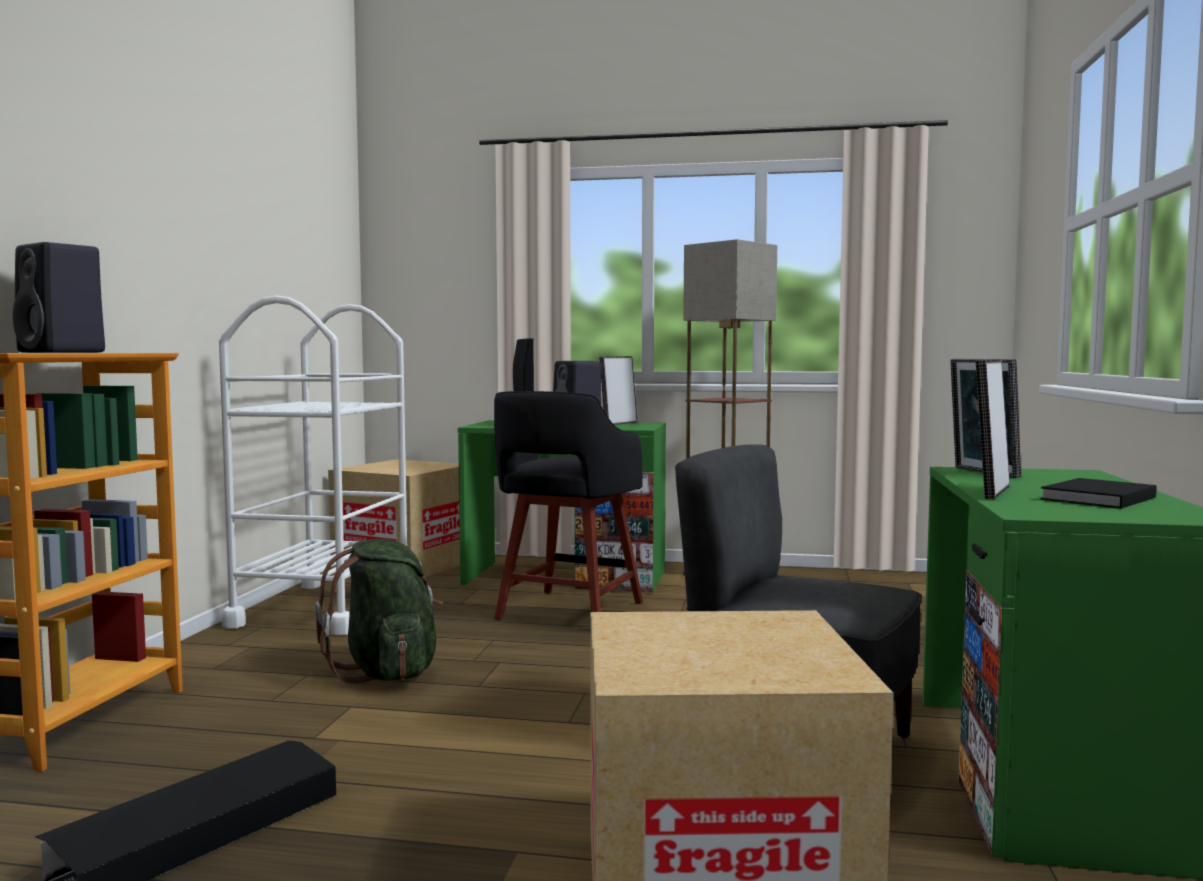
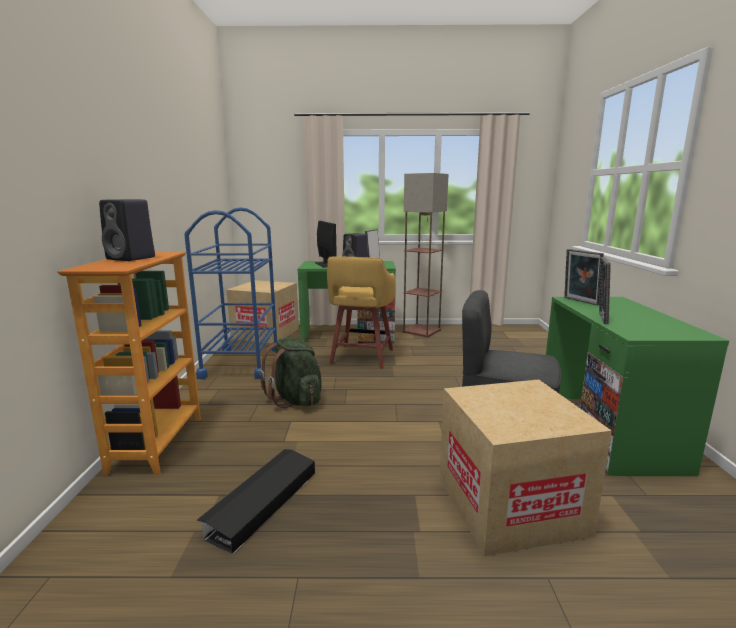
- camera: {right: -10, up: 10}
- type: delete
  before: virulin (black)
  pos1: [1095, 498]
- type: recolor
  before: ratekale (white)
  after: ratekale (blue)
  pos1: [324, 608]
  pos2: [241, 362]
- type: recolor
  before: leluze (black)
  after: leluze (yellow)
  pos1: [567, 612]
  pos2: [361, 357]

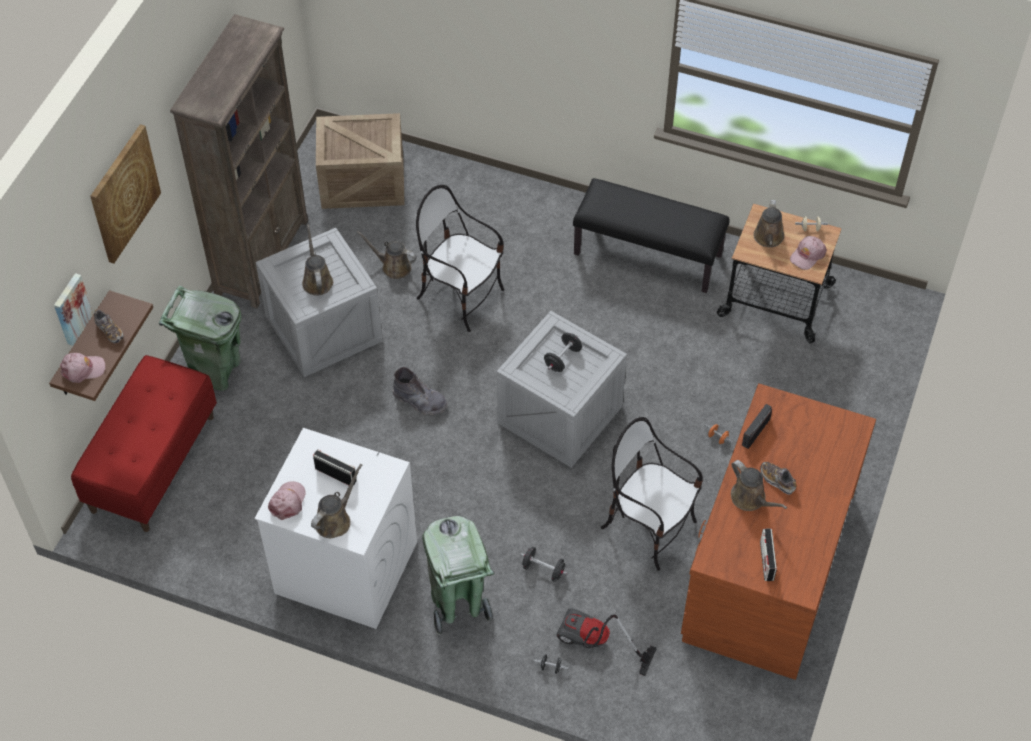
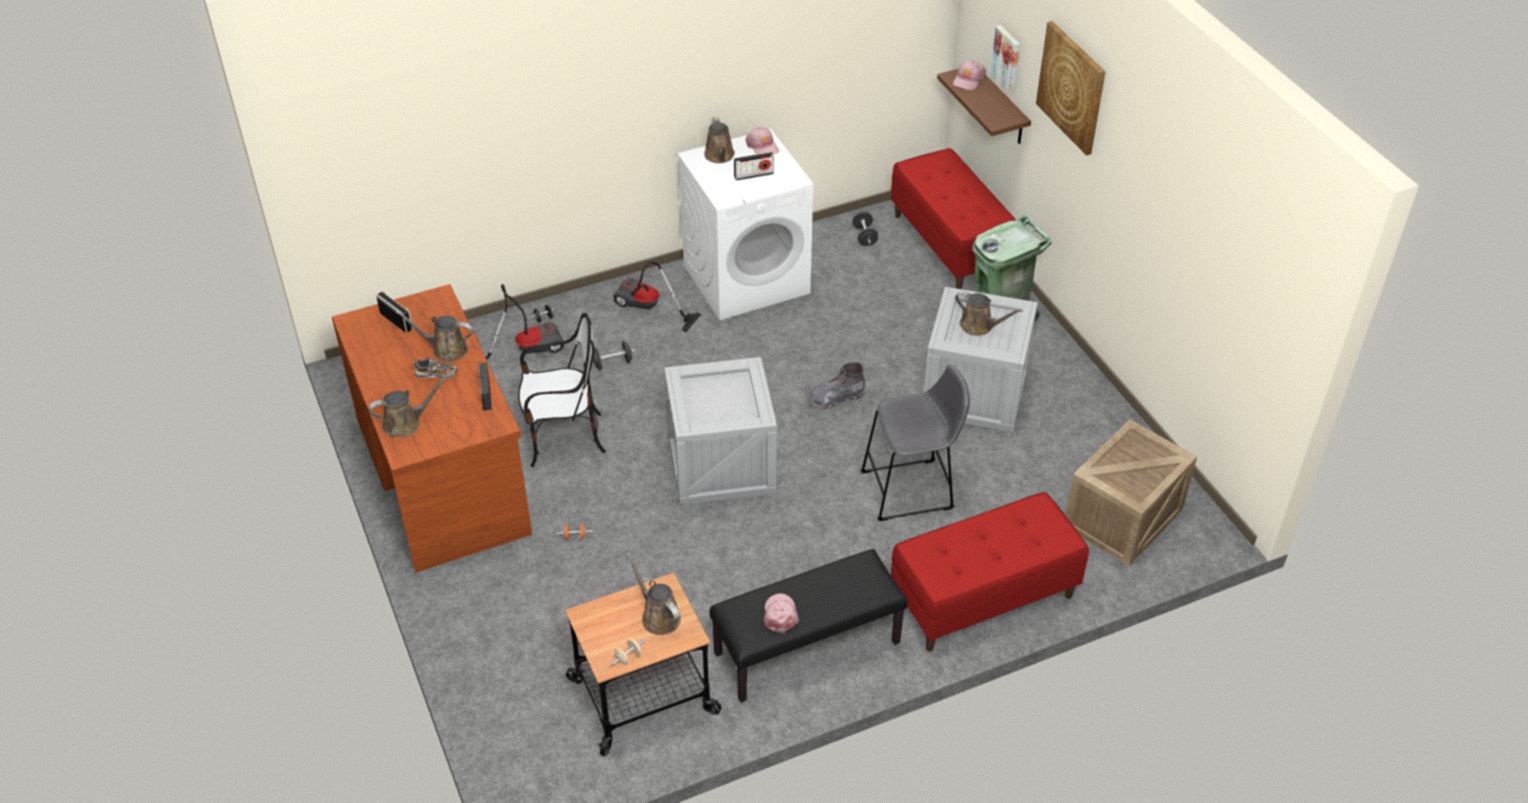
- camera: {right: 135, up: -10}
- type: delete
  before: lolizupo
  pos1: [109, 331]
- type: delete
  before: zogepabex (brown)
  pos1: [262, 256]
- type: insert
  after: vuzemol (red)
  pos2: [983, 598]
- type: move
  before: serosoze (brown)
  pos1: [393, 266]
  pos2: [405, 423]
- type: move
  before: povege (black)
  pos1: [562, 359]
  pos2: [864, 237]
- type: move
  before: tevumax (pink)
  pos1: [807, 255]
  pos2: [780, 615]
- type: replace
  before: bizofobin
  after: leluze (grey)
  pos1: [460, 296]
  pos2: [912, 490]
- type: replace
  before: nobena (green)
  after: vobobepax
  pos1: [458, 604]
  pos2: [647, 309]

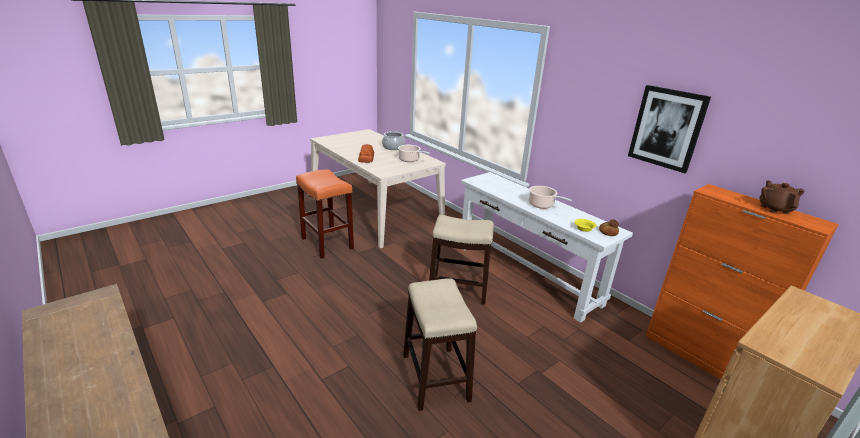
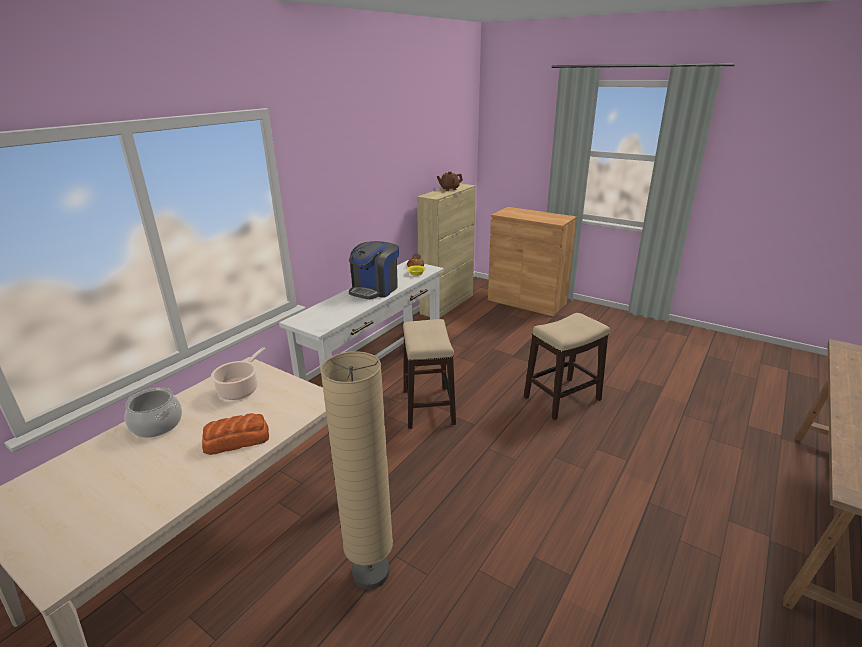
- camera: {right: -105, up: 0}
- type: delete
  before: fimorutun
  pos1: [667, 128]
- type: replace
  before: leluze (orange)
  after: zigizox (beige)
  pos1: [326, 243]
  pos2: [371, 573]
- type: replace
  before: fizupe
  after: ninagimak
  pos1: [542, 205]
  pos2: [375, 289]
- type: recolor
  before: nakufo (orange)
  after: nakufo (beige)
  pos1: [699, 357]
  pos2: [447, 304]

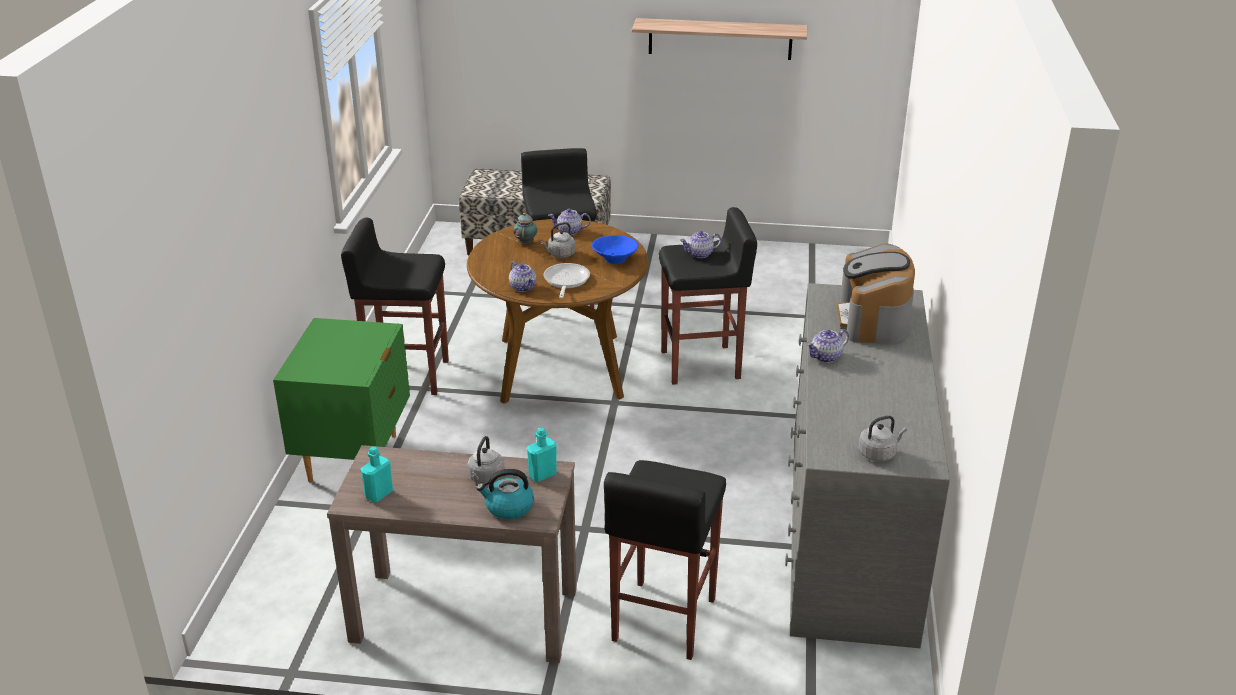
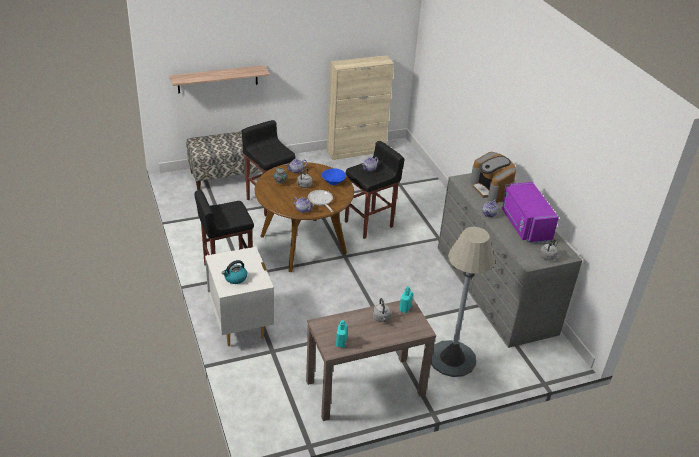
- camera: {right: -30, up: 5}
- type: insert
  after: nakufo (beige)
  pos2: [356, 151]
- type: insert
  after: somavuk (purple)
  pos2: [524, 225]
- type: move
  before: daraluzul
  pos1: [508, 507]
  pos2: [235, 278]
- type: move
  before: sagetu
  pos1: [720, 39]
  pos2: [218, 79]
- type: replace
  before: leluze (black)
  after: zigizox (grey)
  pos1: [662, 620]
  pos2: [452, 359]
- type: recolor
  before: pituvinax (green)
  after: pituvinax (white)
  pos1: [354, 458]
  pos2: [240, 325]

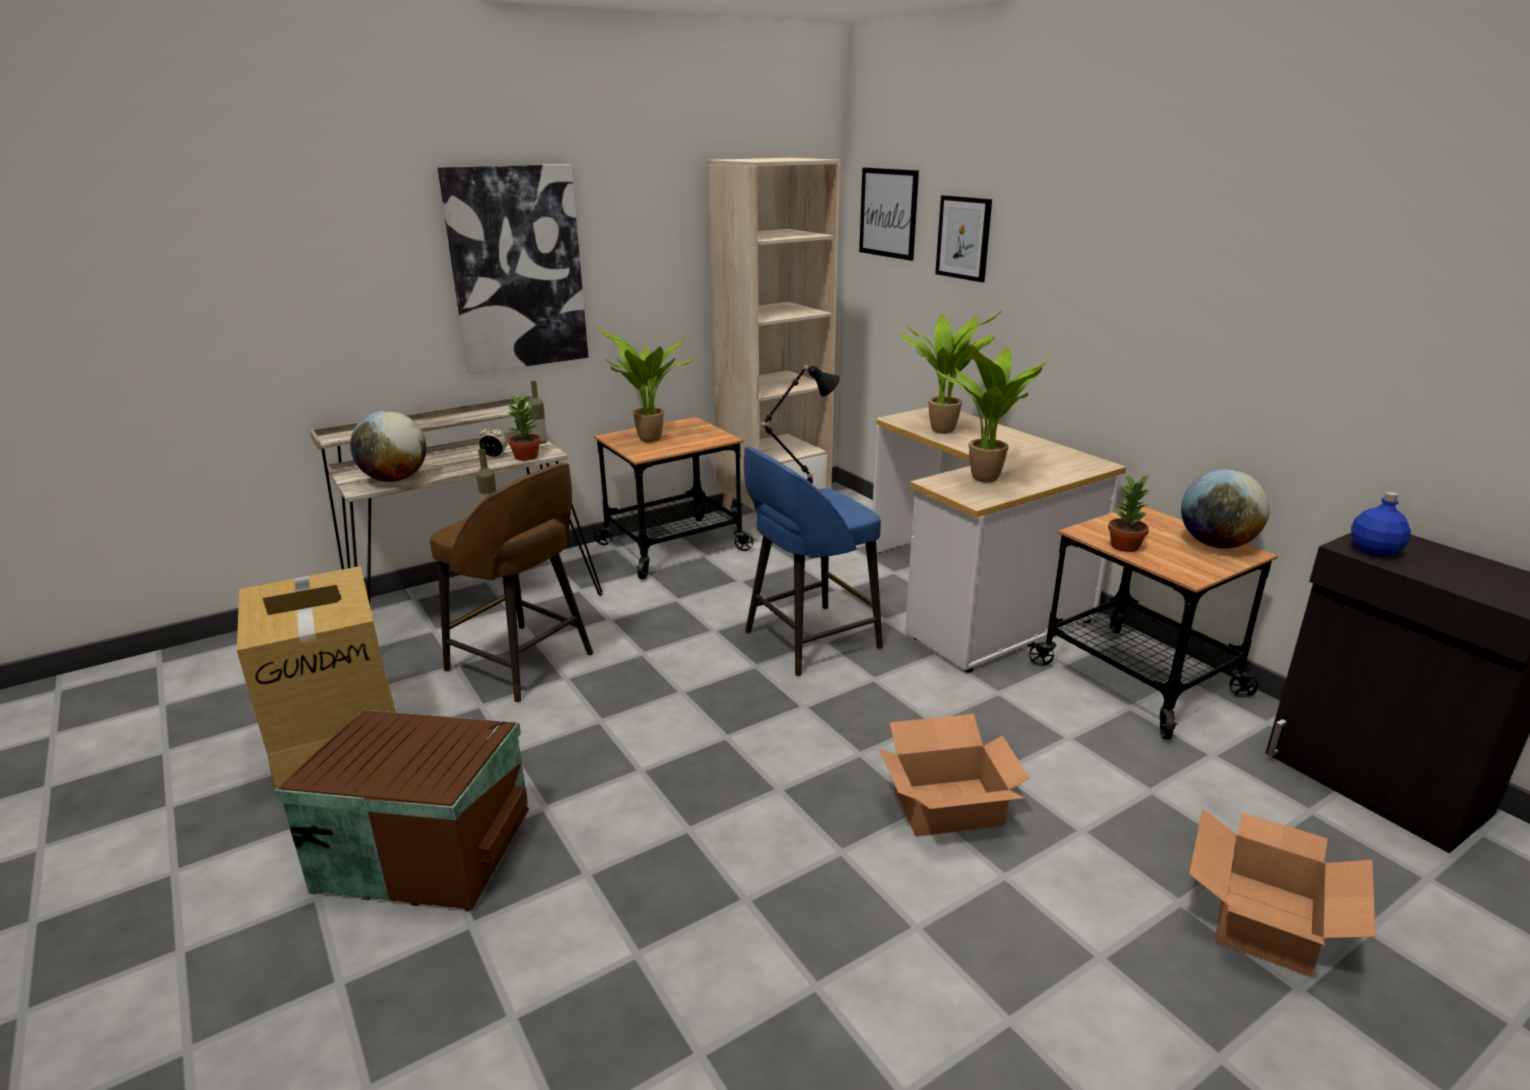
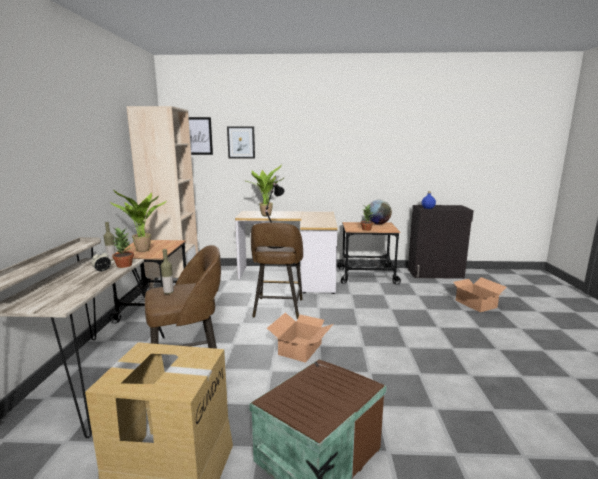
- camera: {right: -55, up: -10}
- type: delete
  before: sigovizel
  pos1: [395, 479]
- type: delete
  before: fimorutun
  pos1: [517, 269]
- type: delete
  before: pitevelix
  pos1: [988, 480]
- type: move
  before: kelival
  pos1: [946, 806]
  pos2: [299, 349]
- type: recolor
  before: leluze (blue)
  after: leluze (brown)
  pos1: [808, 640]
  pos2: [278, 309]

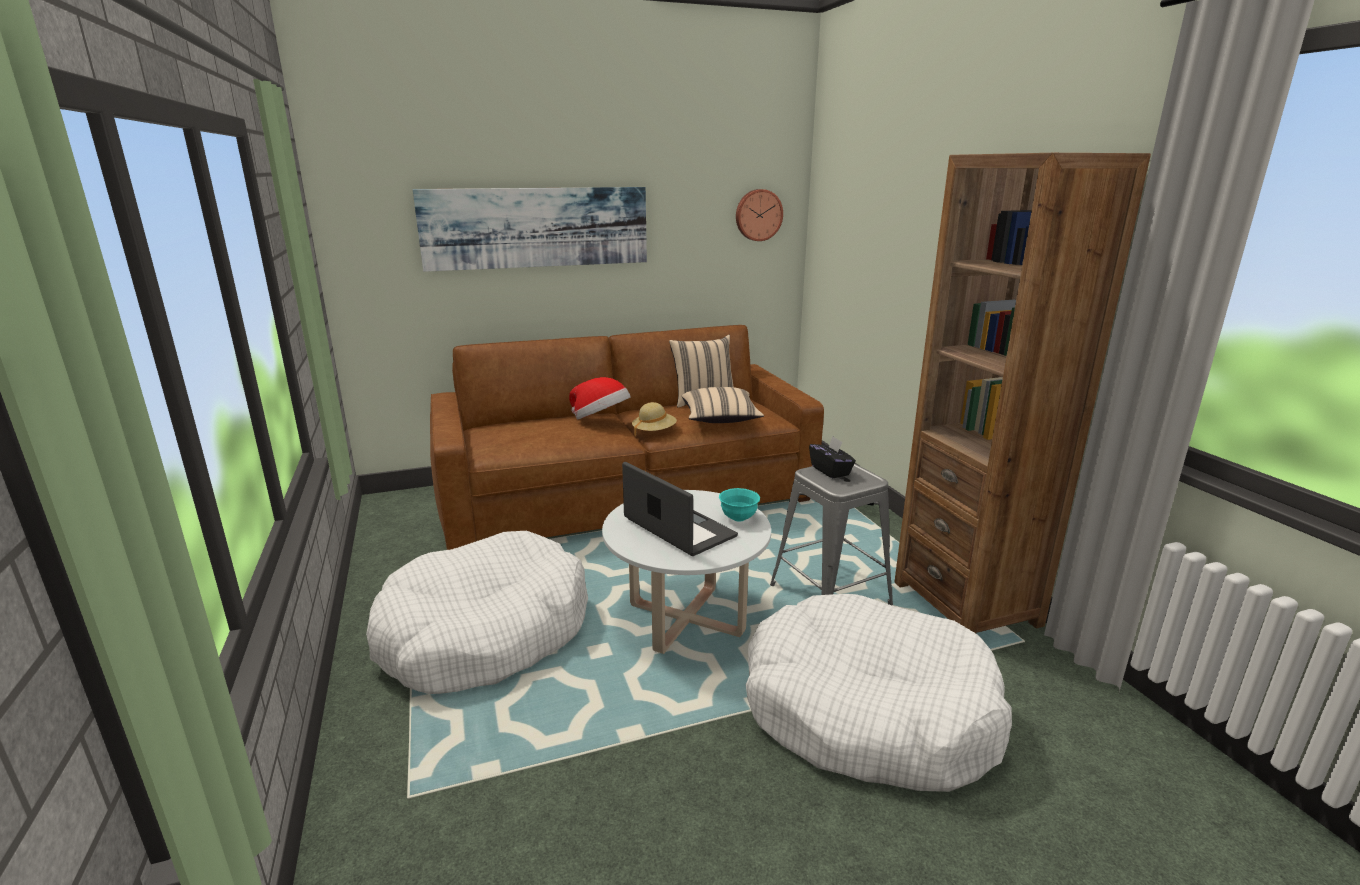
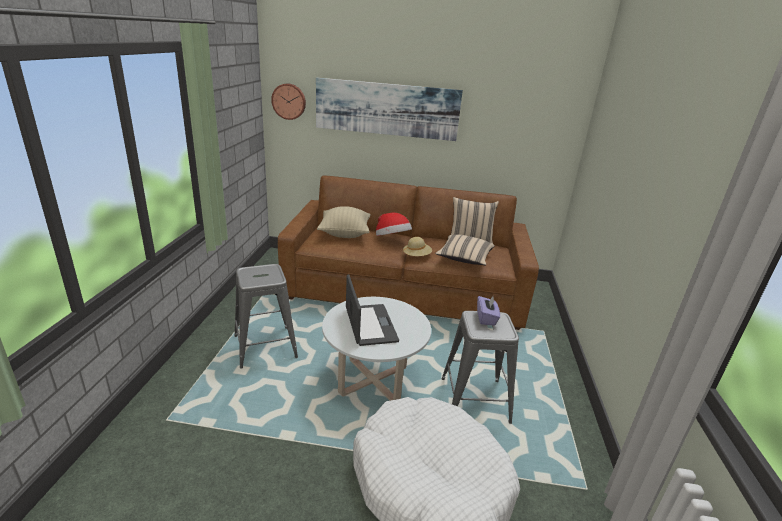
- camera: {right: 25, up: 5}
- type: delete
  before: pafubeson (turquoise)
  pos1: [738, 518]
- type: delete
  before: zogepabex (brown)
  pos1: [966, 604]
- type: insert
  after: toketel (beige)
  pos2: [344, 234]
- type: move
  before: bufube
  pos1: [758, 215]
  pos2: [289, 101]
- type: replace
  before: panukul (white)
  after: leluze (grey)
  pos1: [484, 633]
  pos2: [265, 347]
- type: recolor
  before: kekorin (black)
  after: kekorin (purple)
  pos1: [830, 471]
  pos2: [486, 318]

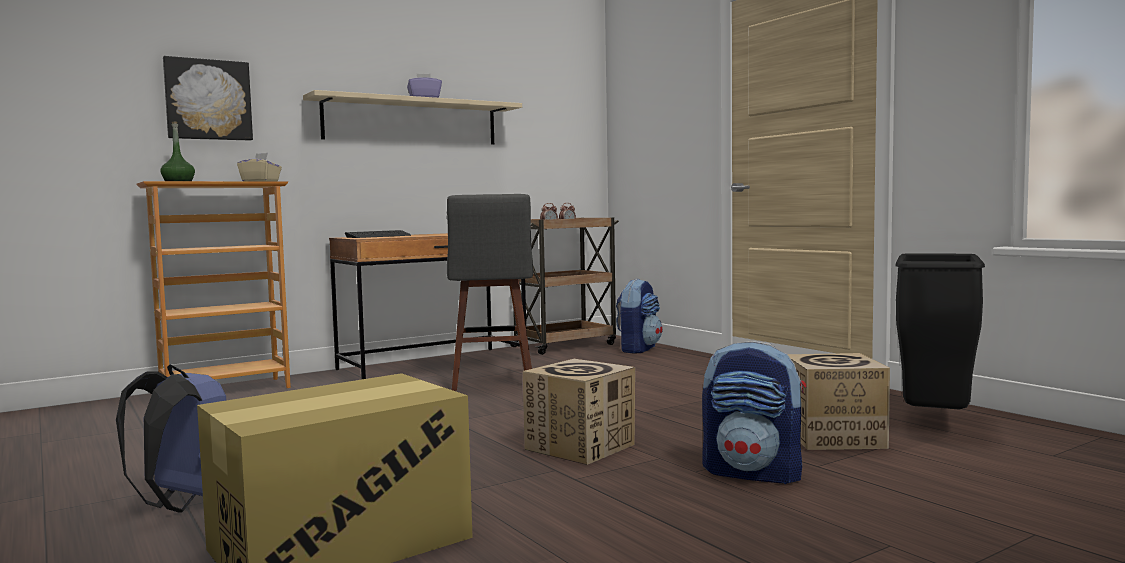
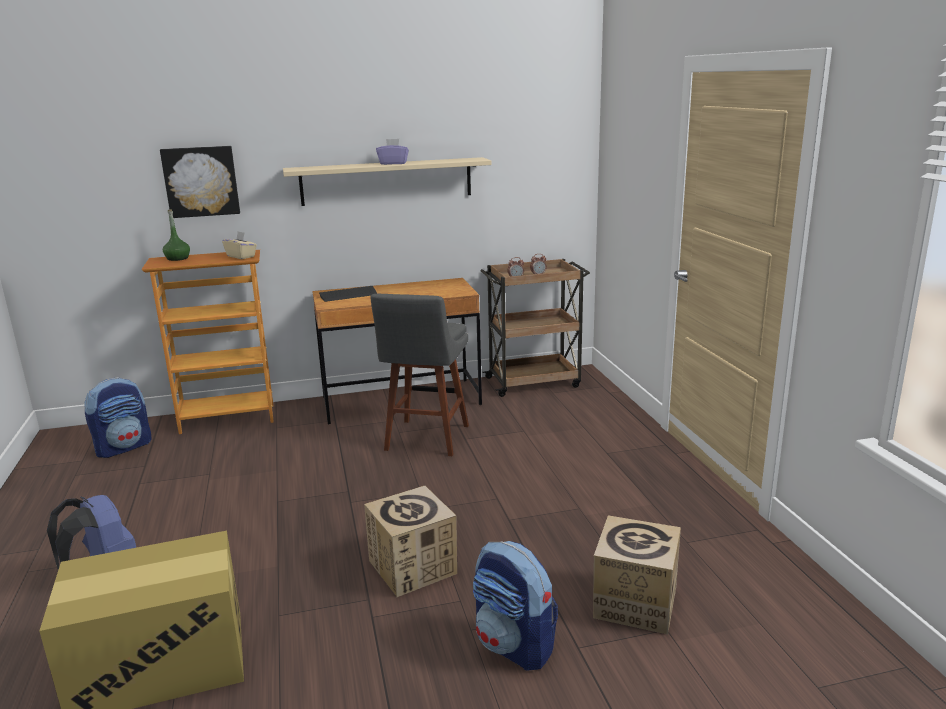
- camera: {right: 20, up: 15}
- type: delete
  before: nobena (black)
  pos1: [933, 422]
- type: move
  before: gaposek
  pos1: [638, 349]
  pos2: [124, 447]

